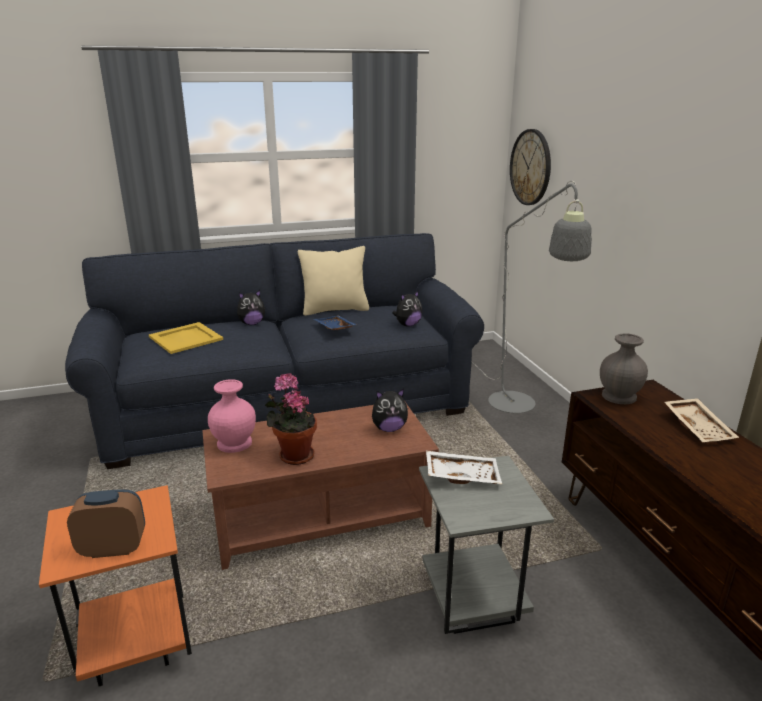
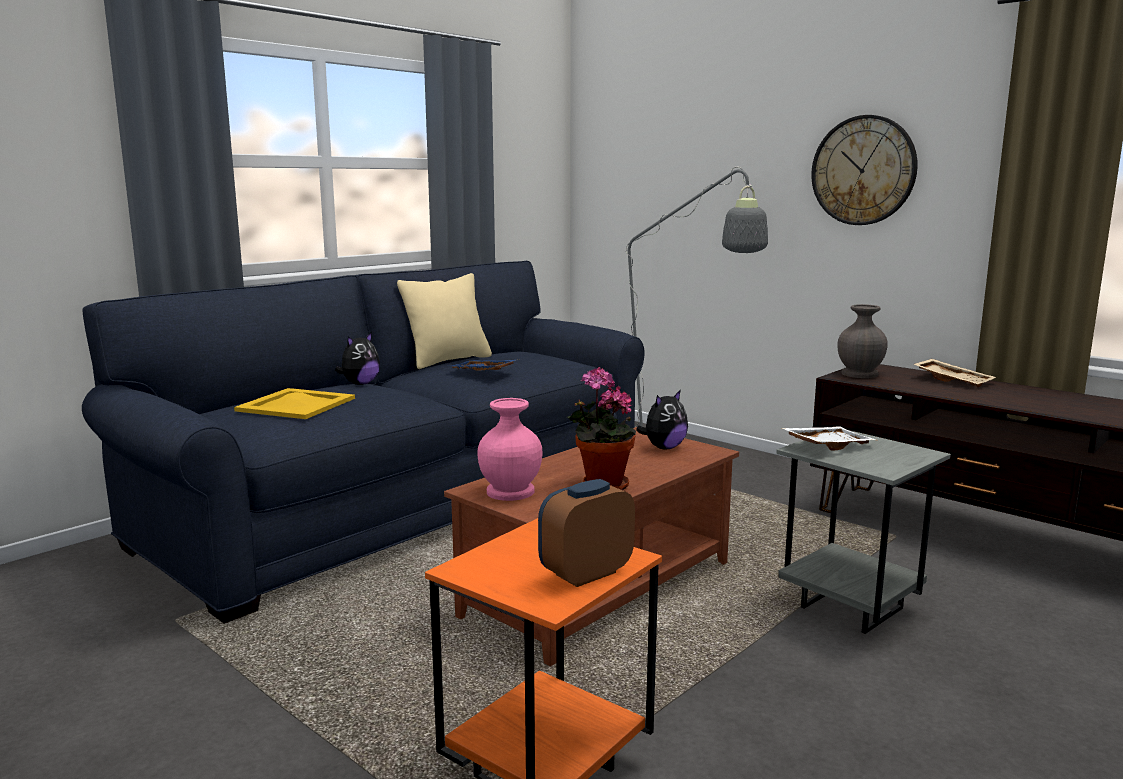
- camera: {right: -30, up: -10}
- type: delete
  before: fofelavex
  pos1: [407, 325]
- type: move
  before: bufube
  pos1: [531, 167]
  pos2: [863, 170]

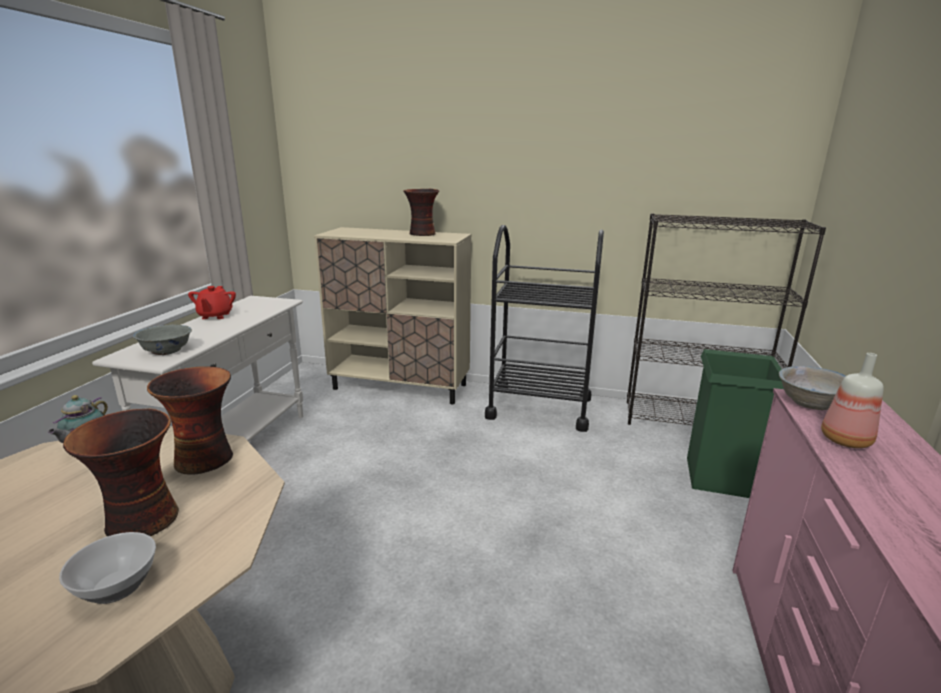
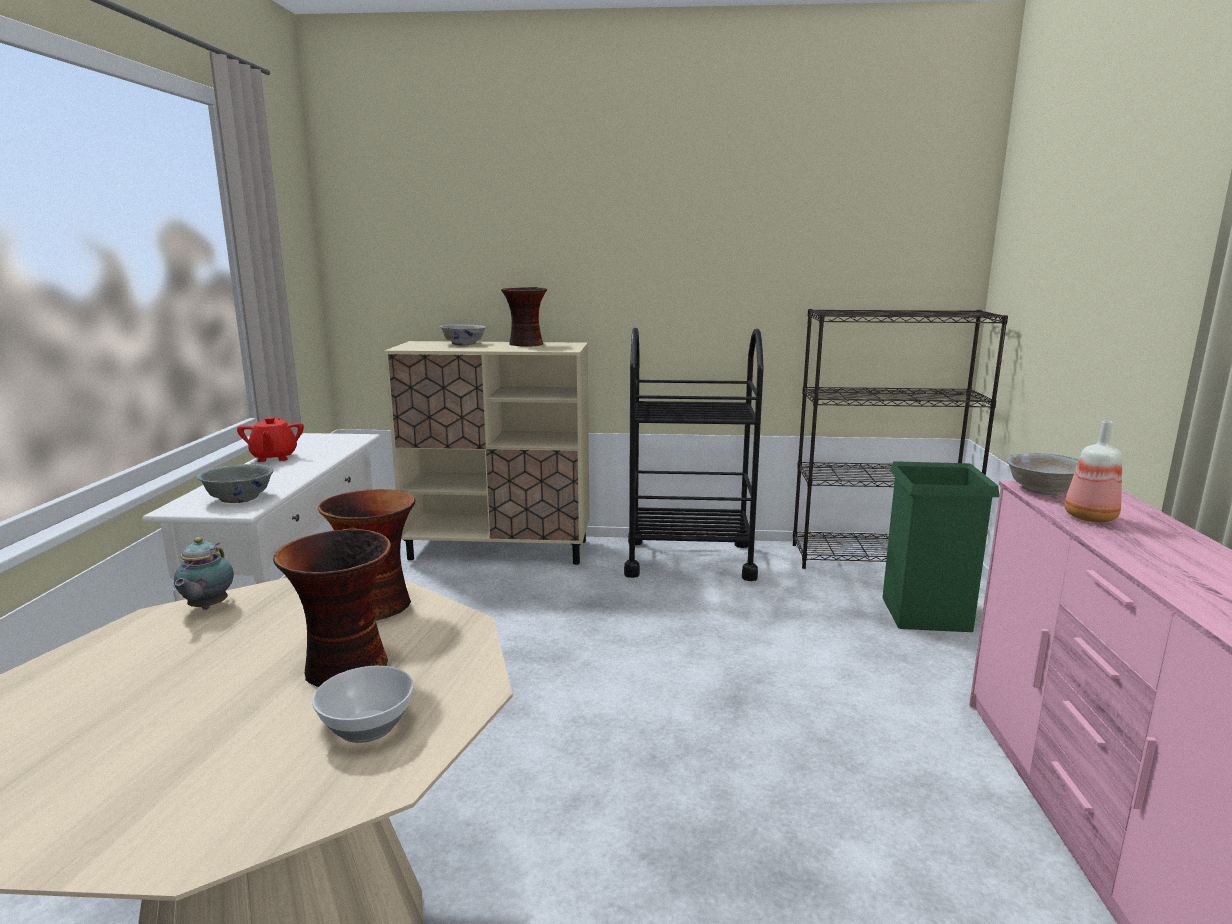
- camera: {right: -10, up: -5}
- type: insert
  after: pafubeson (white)
  pos2: [463, 344]

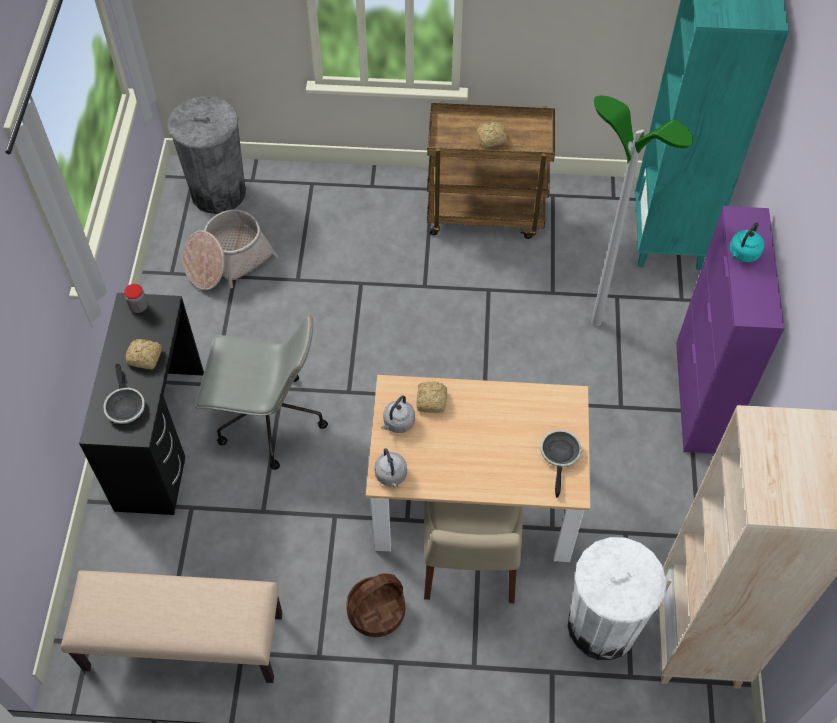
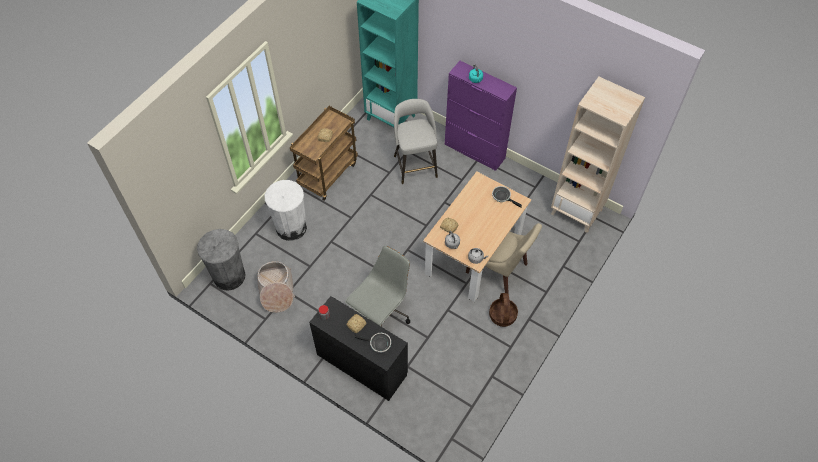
- camera: {right: -60, up: 0}
- type: delete
  before: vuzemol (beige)
  pos1: [183, 643]
- type: move
  before: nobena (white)
  pos1: [602, 626]
  pos2: [291, 227]
- type: replace
  before: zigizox
  after: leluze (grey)
  pos1: [596, 321]
  pos2: [415, 165]

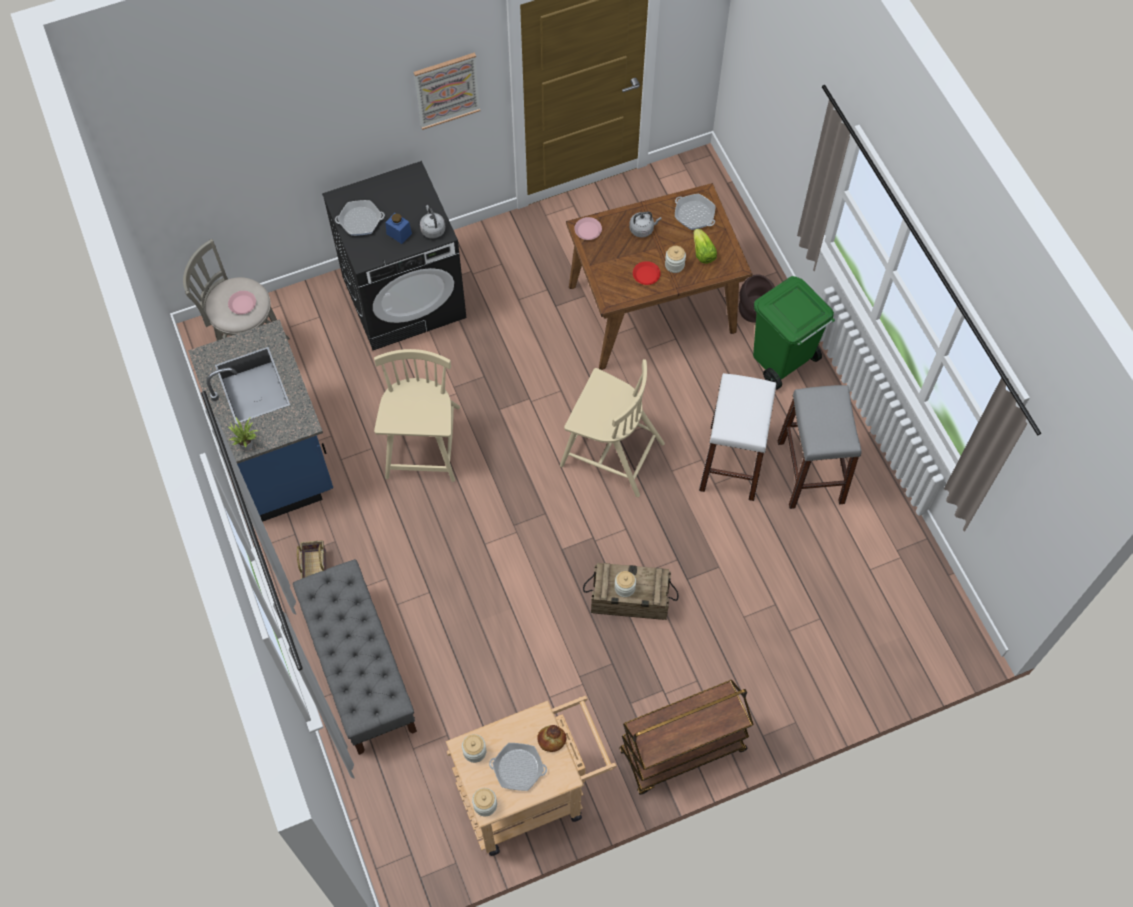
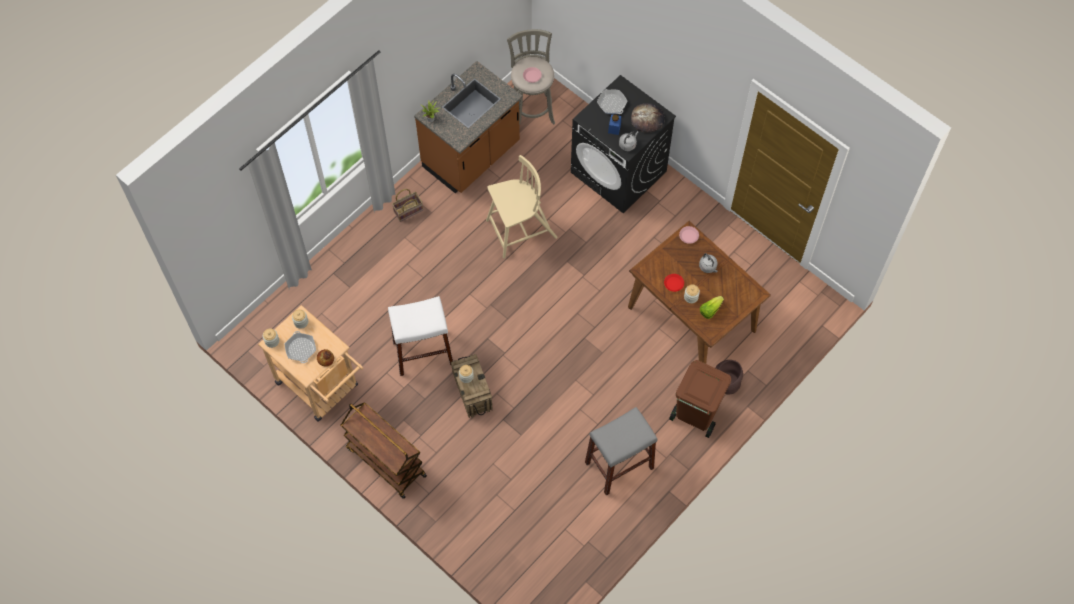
- camera: {right: 65, up: 0}
- type: delete
  before: vuzemol (grey)
  pos1: [360, 668]
- type: delete
  before: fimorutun
  pos1: [447, 90]
- type: delete
  before: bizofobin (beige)
  pos1: [610, 453]
- type: delete
  before: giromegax
  pos1: [694, 214]
- type: insert
  after: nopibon
  pos2: [647, 119]
- type: move
  before: leluze (white)
  pos1: [732, 462]
  pos2: [423, 352]
- type: recolor
  before: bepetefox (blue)
  after: bepetefox (brown)
  pos1: [279, 455]
  pos2: [472, 157]
- type: recolor
  before: nobena (green)
  after: nobena (brown)
  pos1: [781, 361]
  pos2: [695, 415]

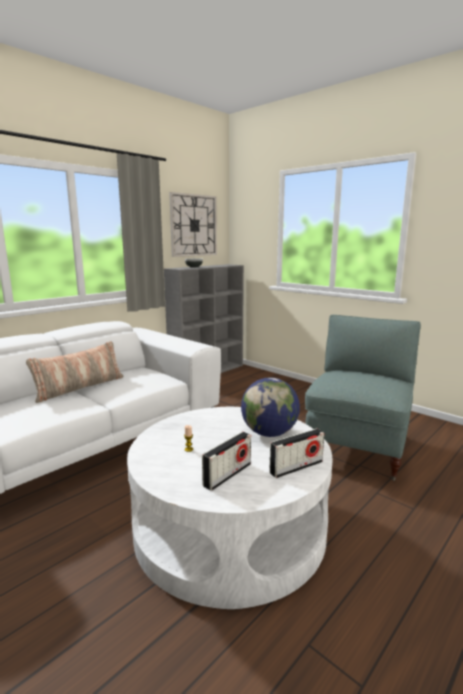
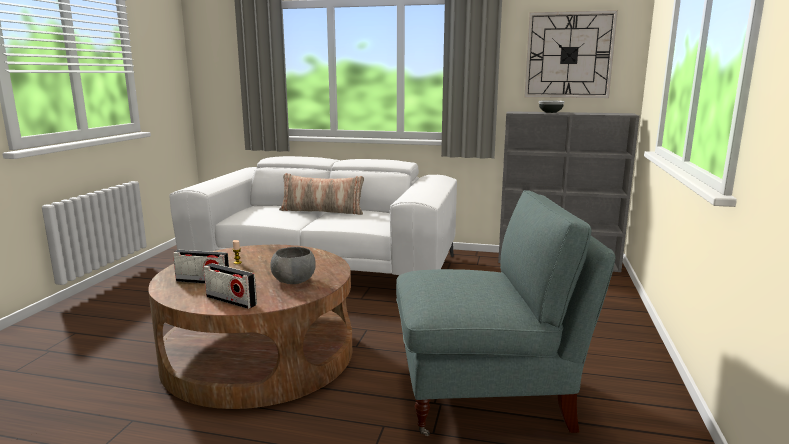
- camera: {right: 60, up: 0}
- type: replace
  before: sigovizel
  after: pafubeson (grey)
  pos1: [269, 433]
  pos2: [293, 281]
- type: recolor
  before: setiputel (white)
  after: setiputel (brown)
  pos1: [230, 525]
  pos2: [259, 354]

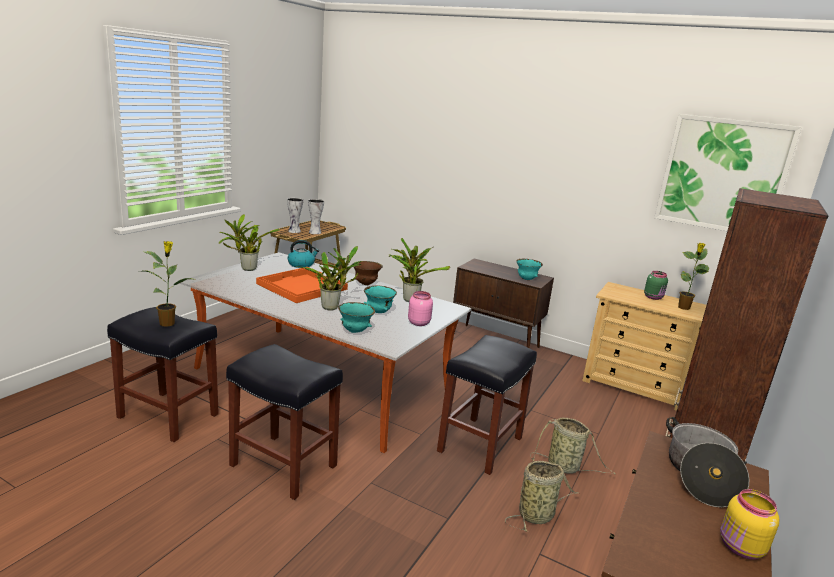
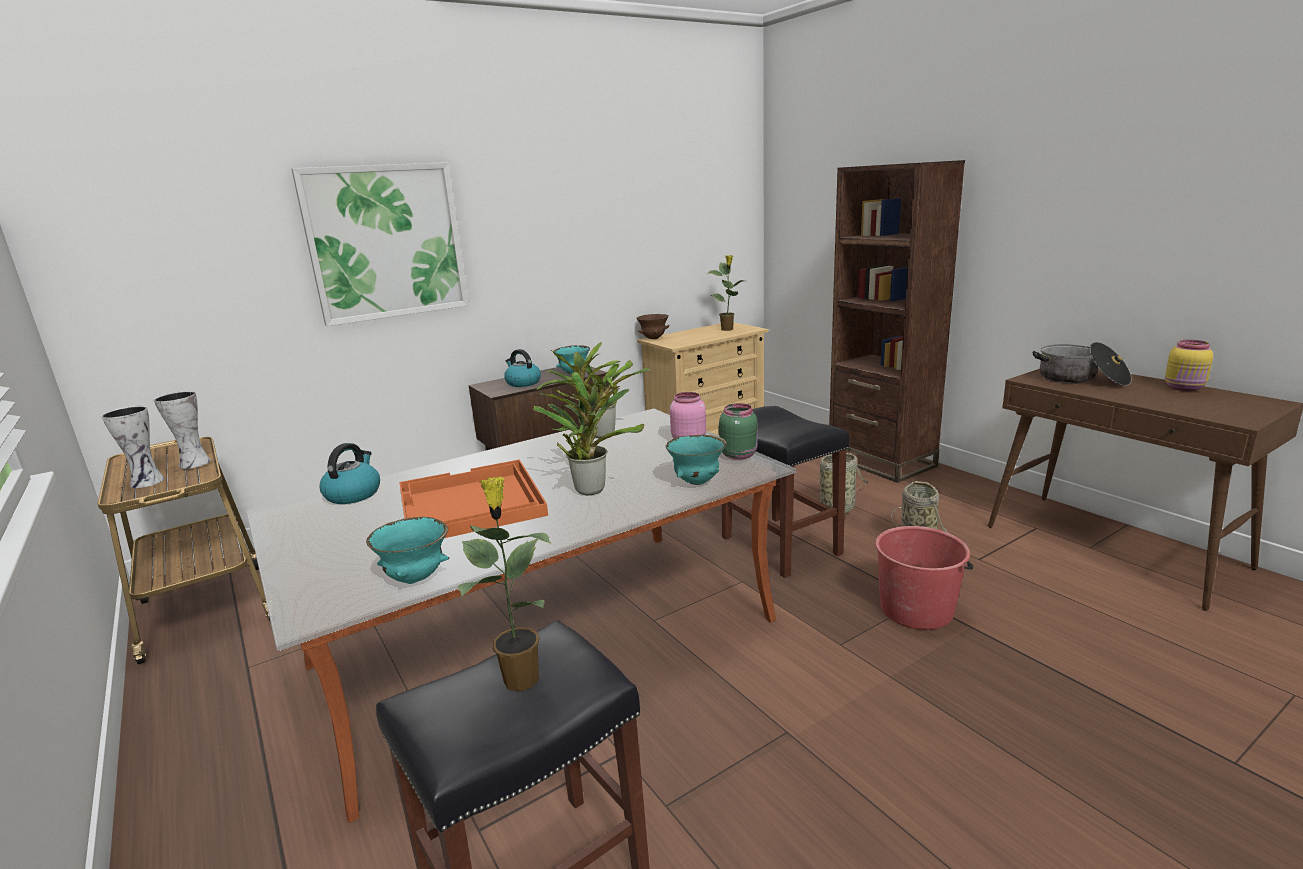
- camera: {right: -60, up: 0}
- type: delete
  before: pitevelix
  pos1: [246, 269]
- type: delete
  before: leluze (black)
  pos1: [282, 465]
- type: insert
  after: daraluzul
  pos2: [522, 383]
- type: insert
  after: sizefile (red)
  pos2: [917, 609]
- type: move
  before: pafubeson (brown)
  pos1: [366, 284]
  pos2: [653, 338]
- type: move
  before: pafubeson (turquoise)
  pos1: [378, 312]
  pos2: [415, 579]
- type: move
  before: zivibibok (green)
  pos1: [653, 297]
  pos2: [739, 454]
- type: move
  before: fimorutun
  pos1: [723, 175]
  pos2: [386, 242]

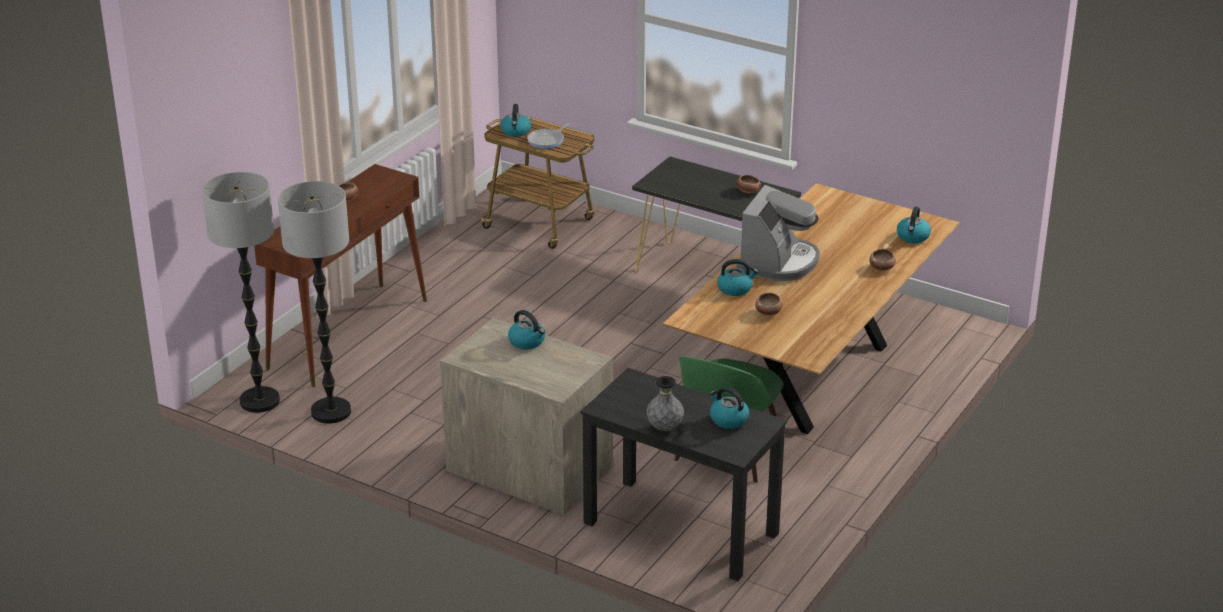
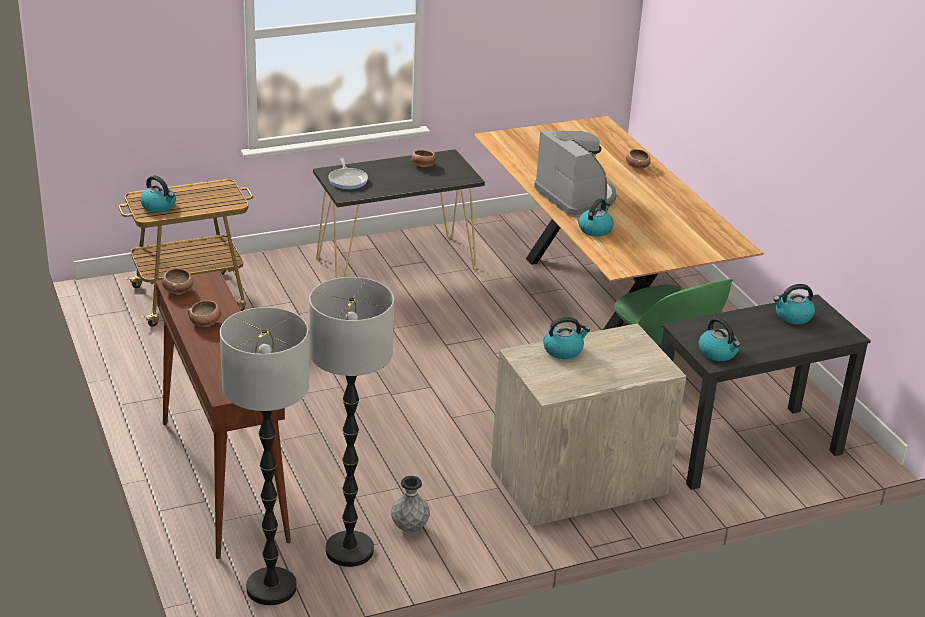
- camera: {right: -55, up: 0}
- type: move
  before: giromegax
  pos1: [547, 140]
  pos2: [348, 180]
- type: move
  before: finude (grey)
  pos1: [664, 428]
  pos2: [409, 528]
- type: move
  before: pafubeson
  pos1: [768, 312]
  pos2: [178, 290]
- type: move
  before: daraluzul
  pos1: [913, 237]
  pos2: [718, 353]

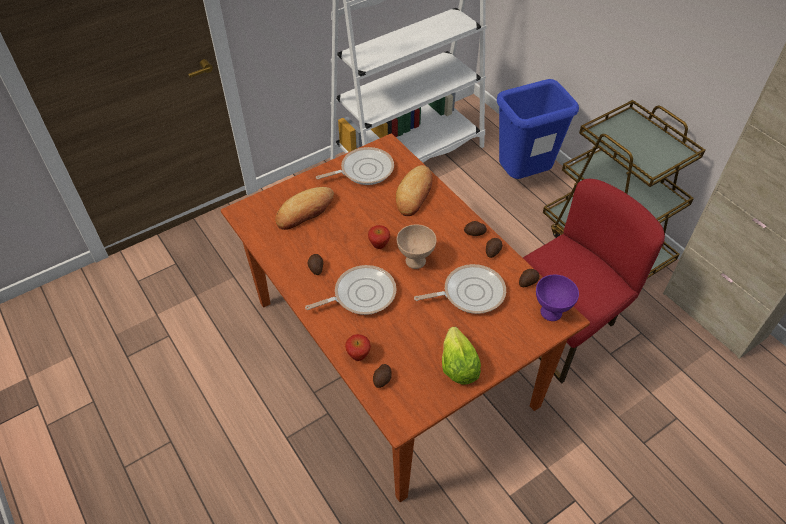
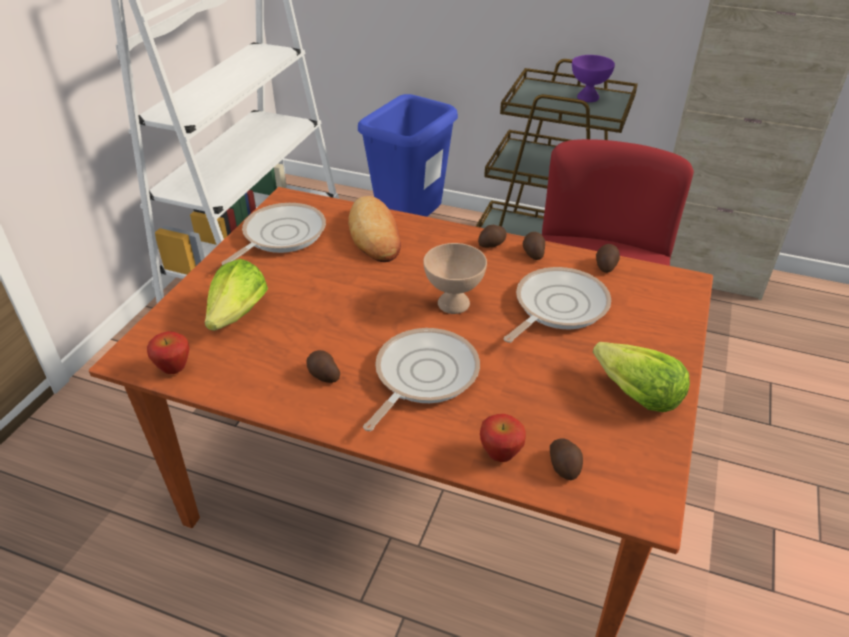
- camera: {right: -35, up: -10}
- type: move
  before: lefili
  pos1: [379, 246]
  pos2: [174, 369]
- type: move
  before: pafubeson (purple)
  pos1: [551, 313]
  pos2: [588, 97]
- type: replace
  before: nopibon
  after: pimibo
  pos1: [305, 211]
  pos2: [238, 314]

